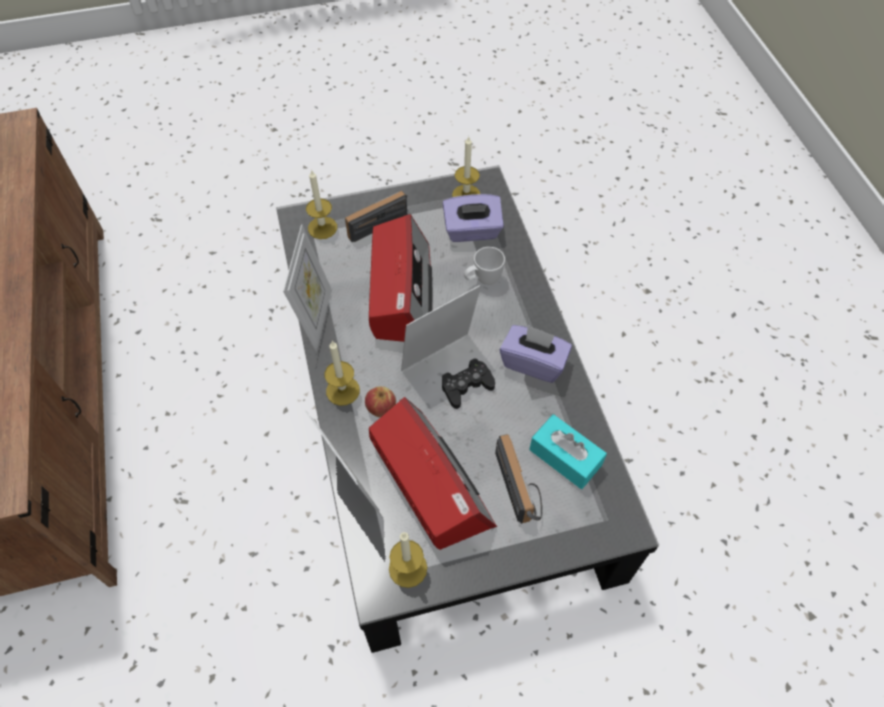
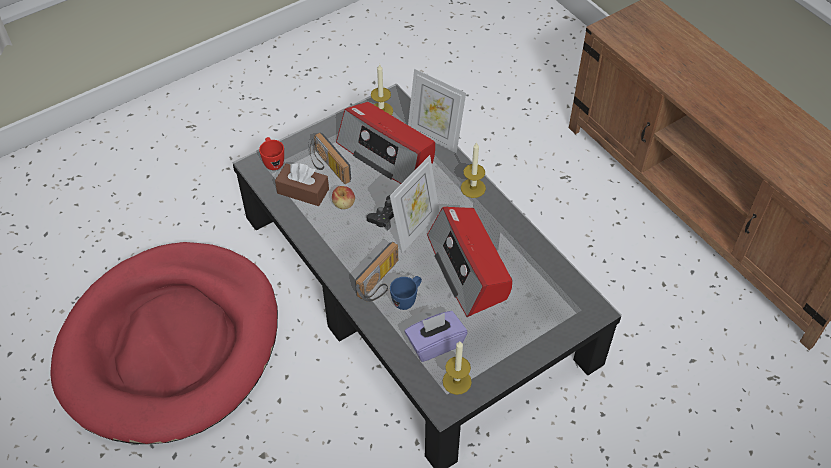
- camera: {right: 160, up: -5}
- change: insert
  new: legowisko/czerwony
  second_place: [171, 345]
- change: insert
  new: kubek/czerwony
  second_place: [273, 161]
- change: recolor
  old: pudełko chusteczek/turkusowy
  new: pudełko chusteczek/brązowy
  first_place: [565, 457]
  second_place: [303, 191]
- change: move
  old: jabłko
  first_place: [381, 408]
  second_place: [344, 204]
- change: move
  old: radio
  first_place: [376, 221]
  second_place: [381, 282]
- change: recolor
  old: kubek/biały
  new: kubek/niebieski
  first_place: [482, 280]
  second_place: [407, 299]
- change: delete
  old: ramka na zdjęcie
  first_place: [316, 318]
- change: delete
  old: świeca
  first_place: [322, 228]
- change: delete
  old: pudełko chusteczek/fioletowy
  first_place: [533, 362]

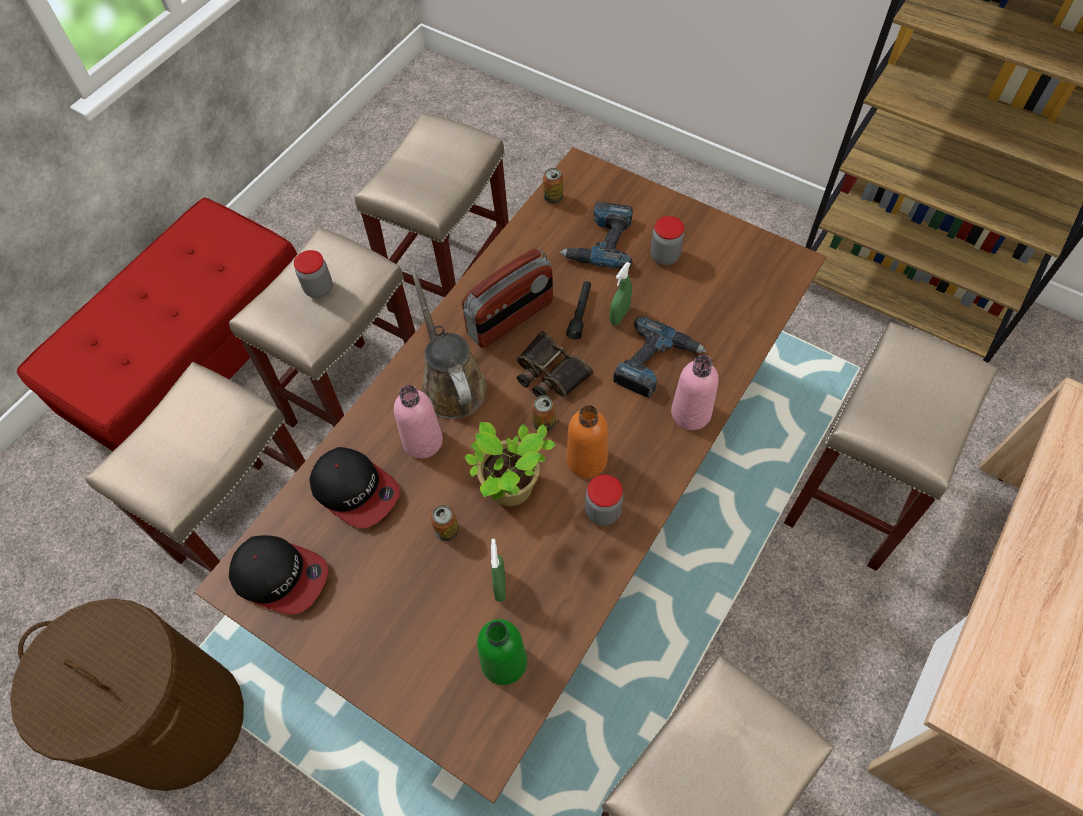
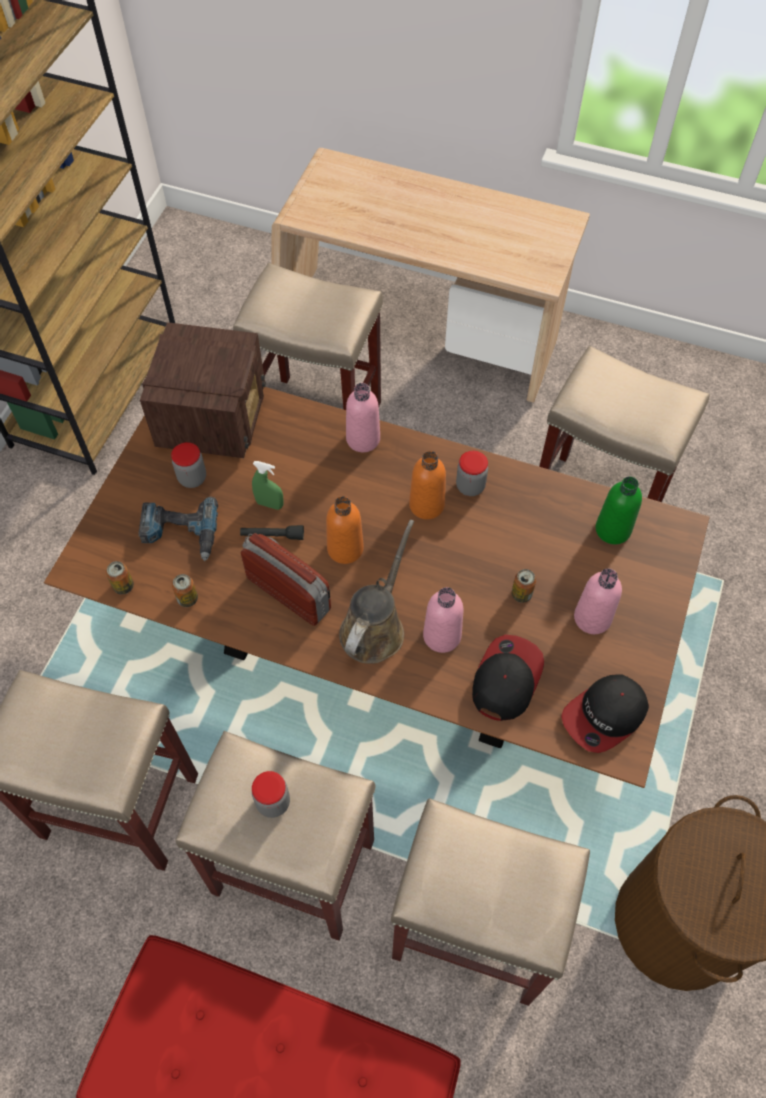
- camera: {right: -105, up: 0}
- change: insert
  new: radio
  second_place: [213, 416]
- change: move
  old: puszka
  first_place: [544, 423]
  second_place: [187, 599]
- change: replace
  old: lornetka
  new: butelka/pomarańczowy
  first_place: [549, 373]
  second_place: [345, 549]
- change: rotate
  old: konewka/brązowy
  first_place: [451, 384]
  second_place: [375, 627]
  degrees: 150
- change: rotate
  old: czapka z daszkiem
  first_place: [280, 576]
  second_place: [604, 715]
  degrees: -135
- change: insert
  new: butelka/różowy
  second_place: [592, 618]
- change: delete
  old: roślina doniczkowa
  first_place: [511, 490]
- change: delete
  old: spryskiwacz/zielony
  first_place: [500, 585]
- change: delete
  old: wiertarka
  first_place: [655, 364]

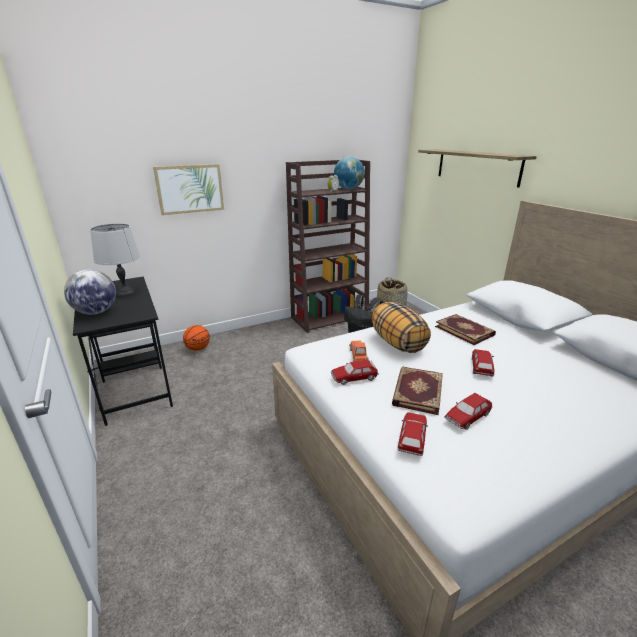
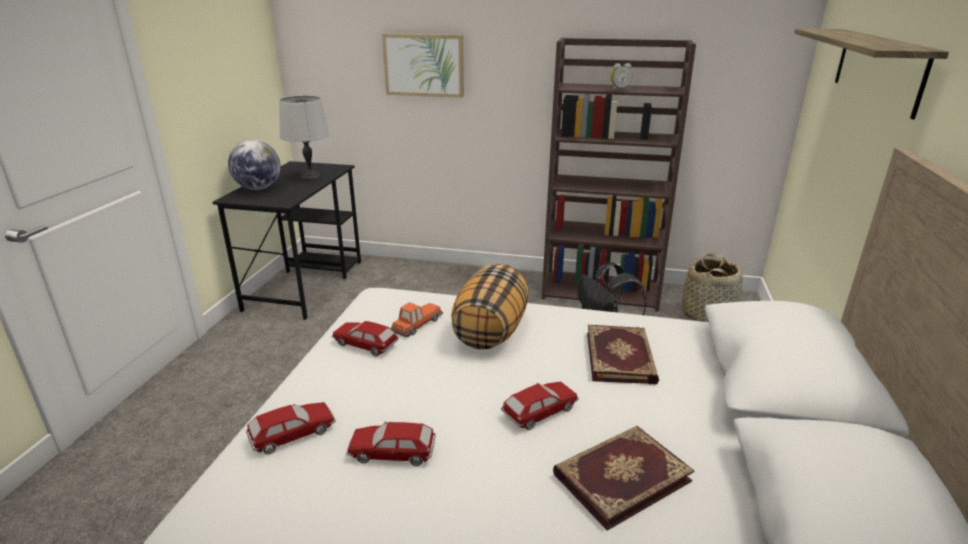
- camera: {right: 40, up: 0}
- change: move
  old: książka
  first_place: [416, 391]
  second_place: [620, 476]
- change: delete
  old: piłka do koszykówki
  first_place: [198, 348]
- change: delete
  old: globus
  first_place: [348, 189]

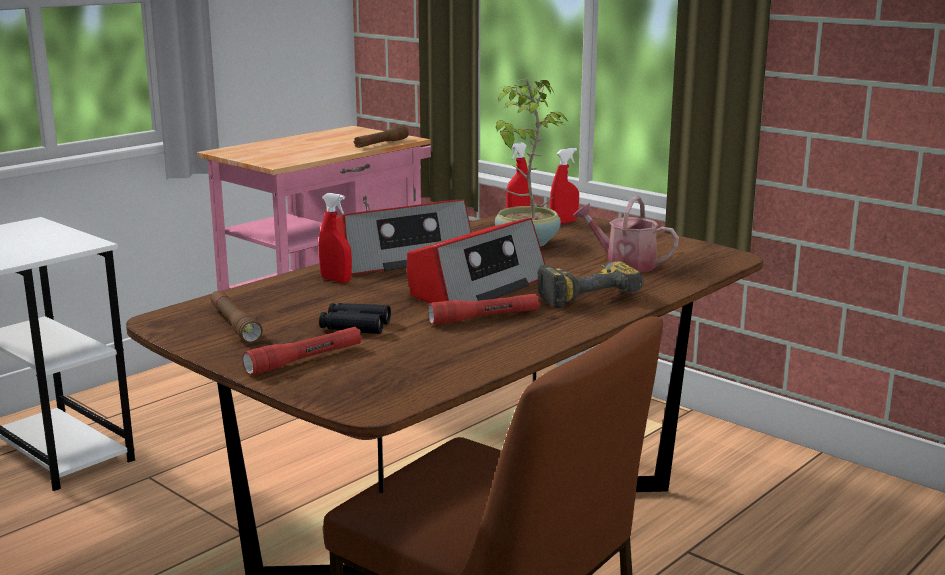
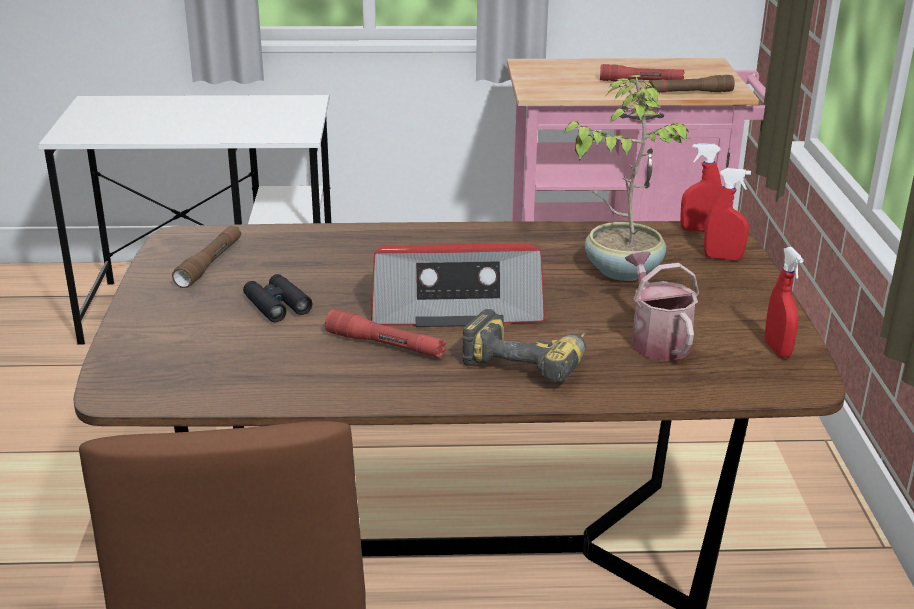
- camera: {right: 45, up: 10}
- change: move
  old: latarka/czerwony
  first_place: [305, 360]
  second_place: [641, 82]
- change: move
  old: spryskiwacz/czerwony
  first_place: [336, 280]
  second_place: [777, 349]
- change: delete
  old: radio
  first_place: [402, 258]

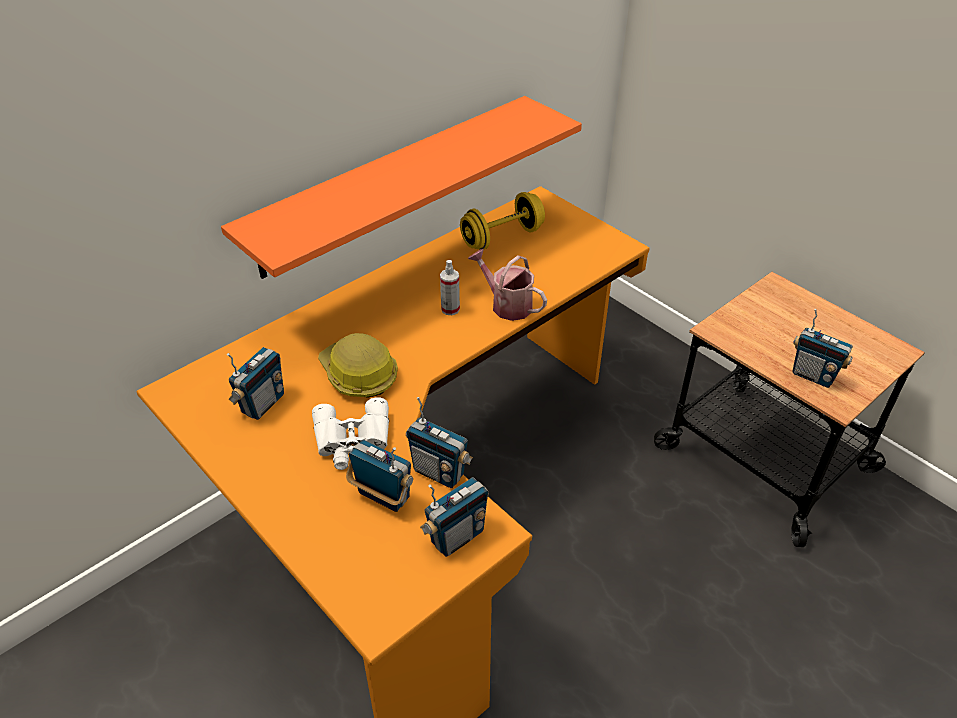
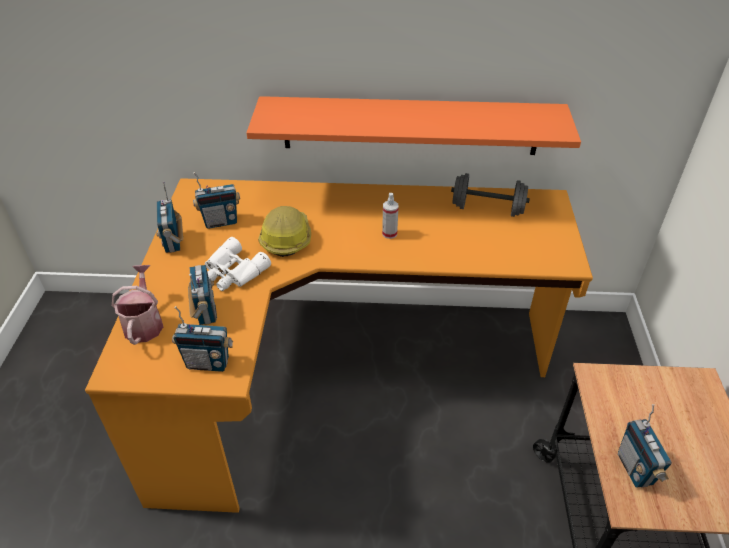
- camera: {right: 45, up: 0}
- change: move
  old: konewka
  first_place: [507, 304]
  second_place: [144, 323]
- change: move
  old: radio
  first_place: [439, 472]
  second_place: [173, 242]
- change: recolor
  old: hantel/żółty
  new: hantel/szary
  first_place: [502, 237]
  second_place: [487, 209]

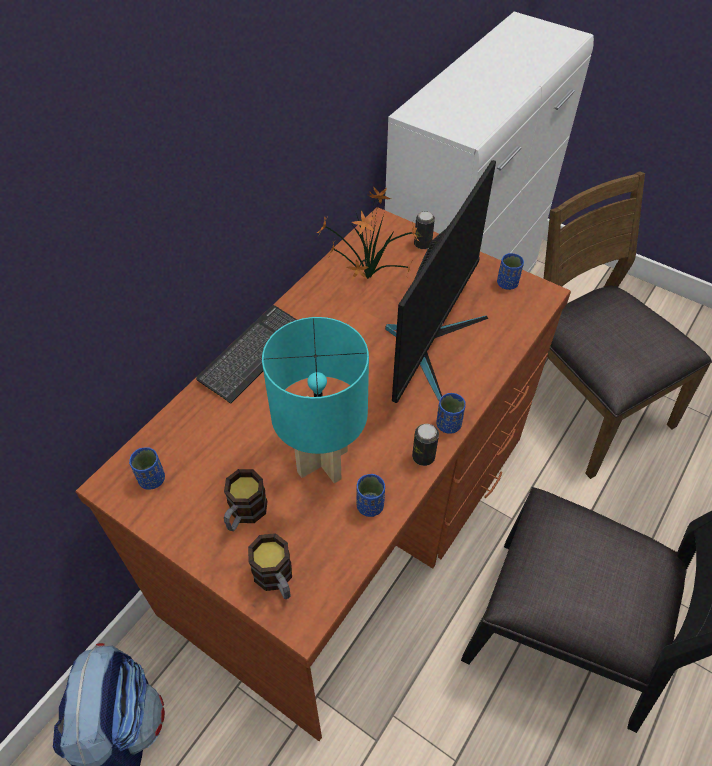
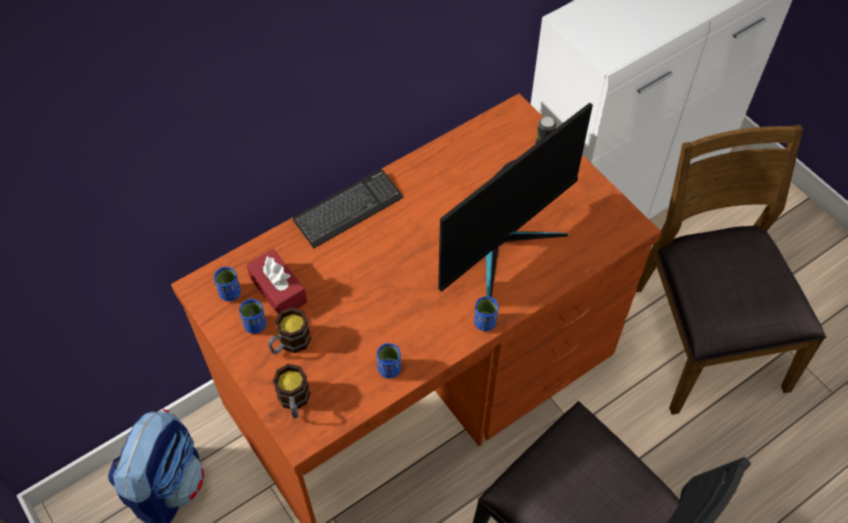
- camera: {right: 20, up: 5}
- change: move
  old: filiżanka/niebieski
  first_place: [507, 284]
  second_place: [255, 325]
- change: insert
  new: pudełko chusteczek/czerwony
  second_place: [278, 290]
- change: delete
  old: lampa stołowa/turkusowy
  first_place: [323, 462]
- change: delete
  old: roślina doniczkowa
  first_place: [365, 278]
- change: delete
  old: puszka
  first_place: [423, 457]

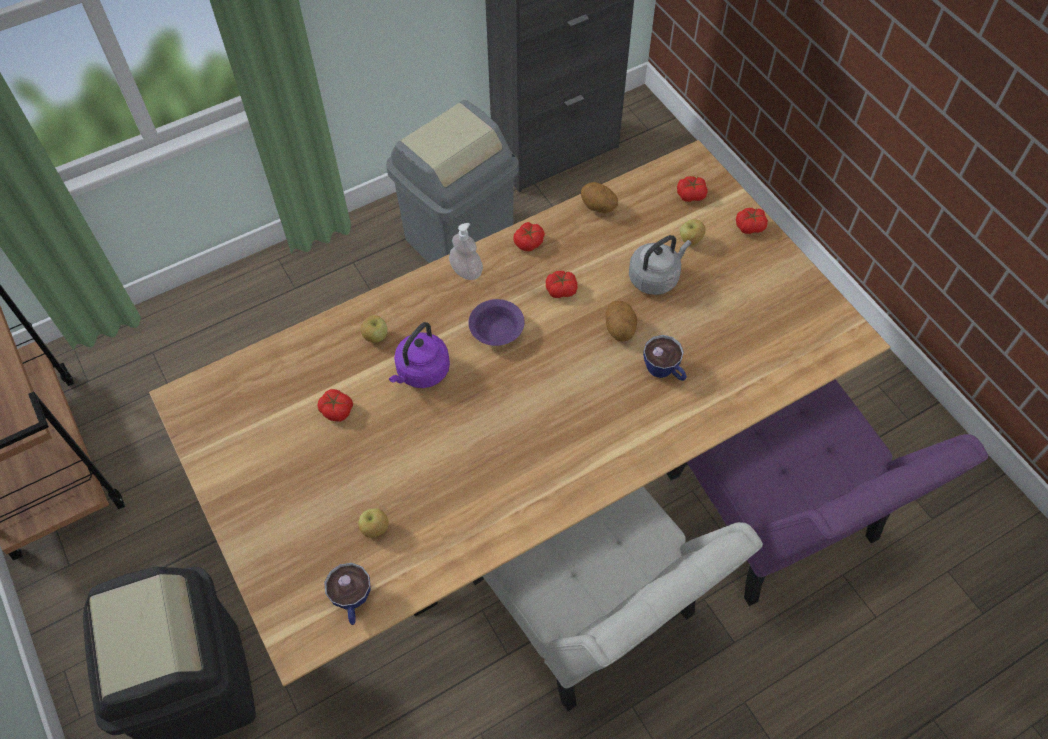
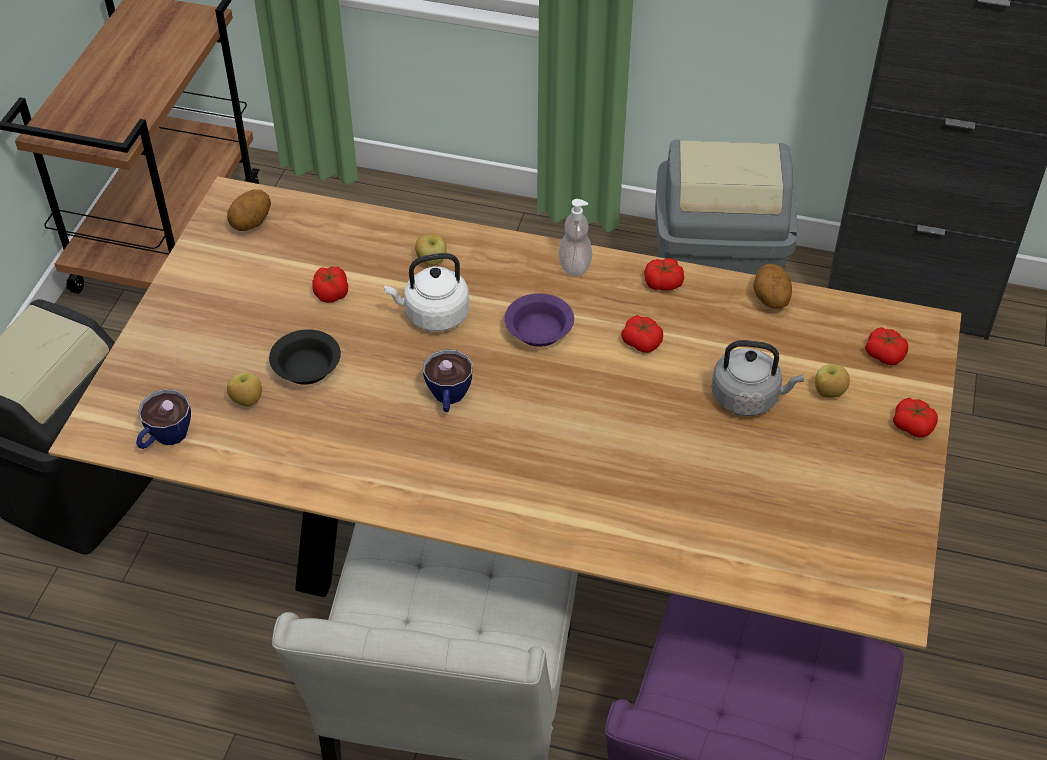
- camera: {right: 45, up: -10}
- change: move
  old: ziemniak
  first_place: [620, 329]
  second_place: [252, 223]
- change: insert
  new: miska/czarny
  second_place: [305, 369]
- change: recolor
  old: czajnik/fioletowy
  new: czajnik/biały
  first_place: [421, 372]
  second_place: [433, 315]
- change: move
  old: filiżanka
  first_place: [664, 371]
  second_place: [448, 399]

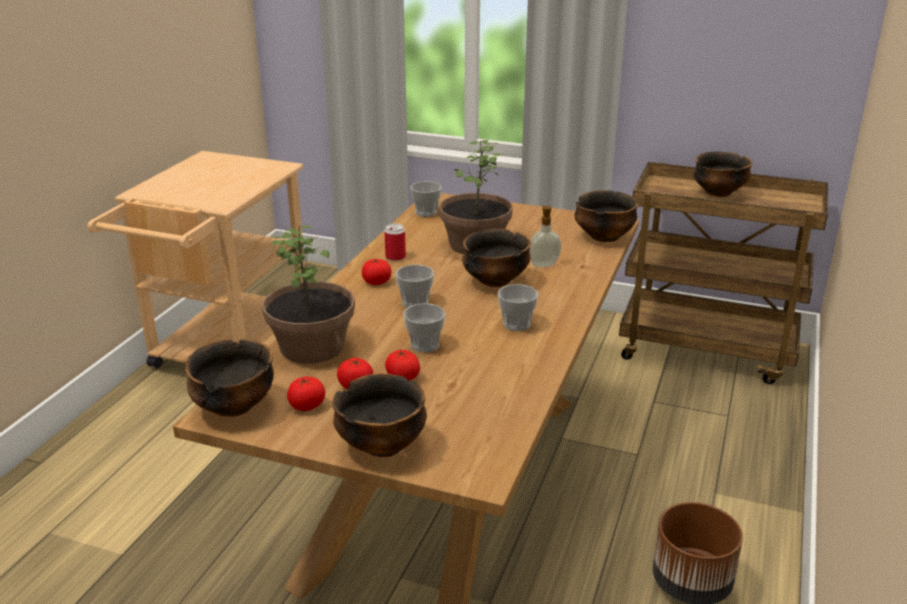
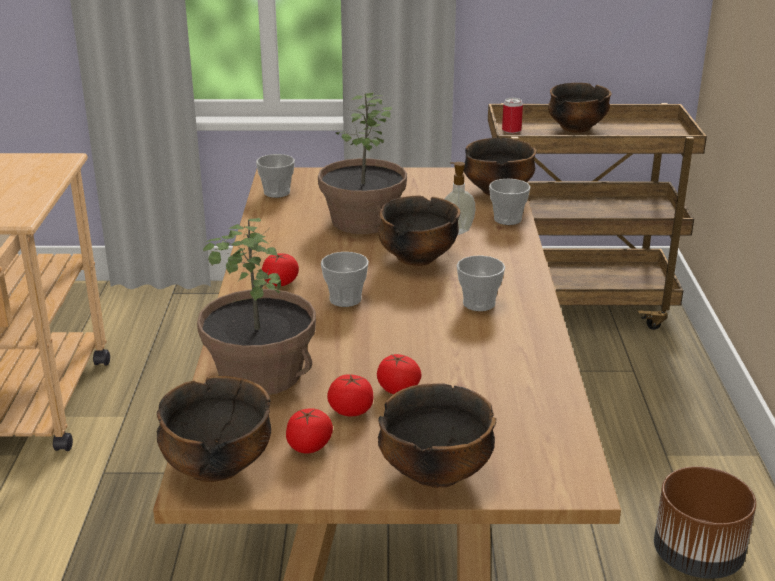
- camera: {right: -20, up: 0}
- change: move
  old: filiżanka
  first_place: [424, 345]
  second_place: [507, 219]
- change: move
  old: puszka
  first_place: [395, 257]
  second_place: [511, 130]

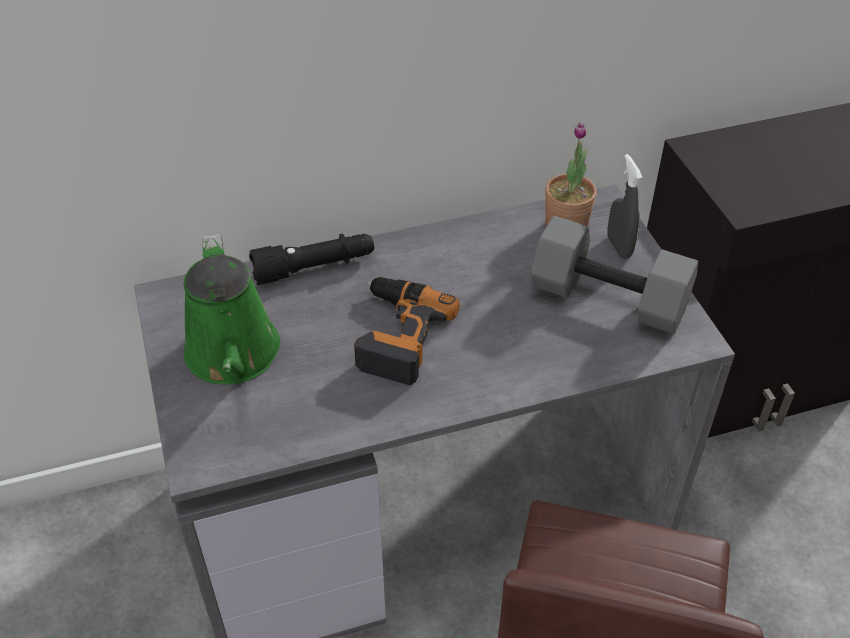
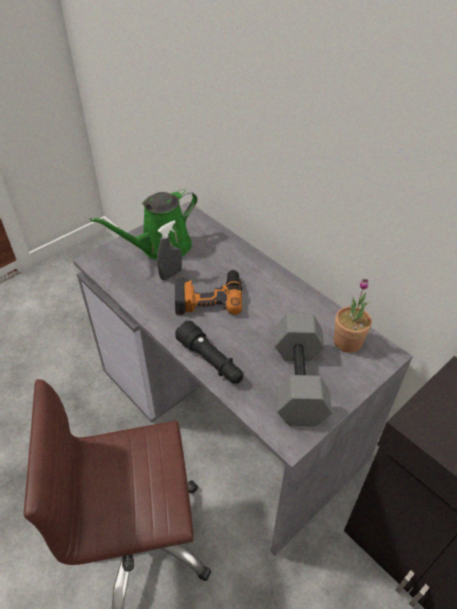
- camera: {right: 65, up: 0}
- change: move
  old: spryskiwacz/szary
  first_place: [619, 247]
  second_place: [171, 275]
- change: move
  old: latarka/czarny
  first_place: [314, 268]
  second_place: [210, 361]

